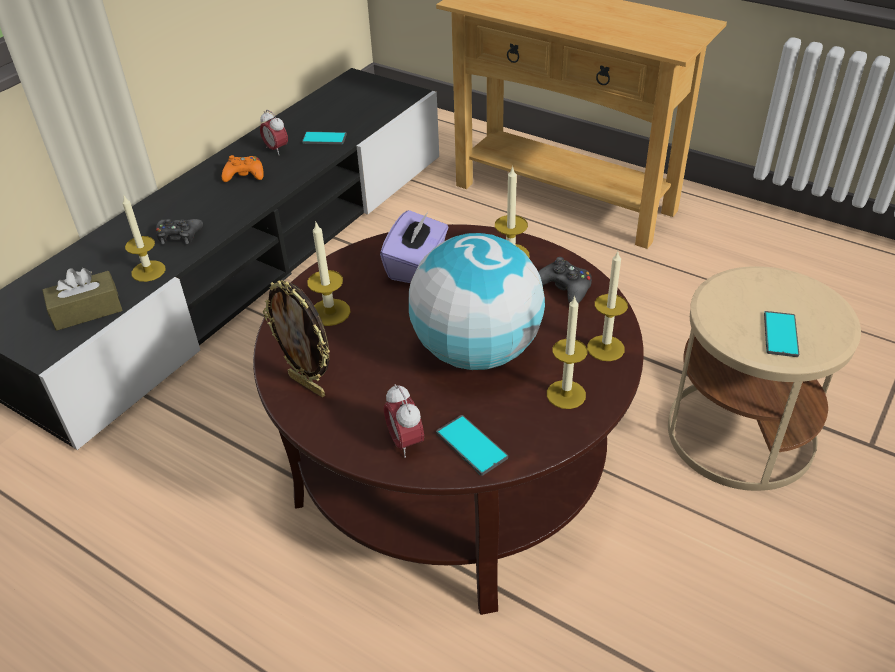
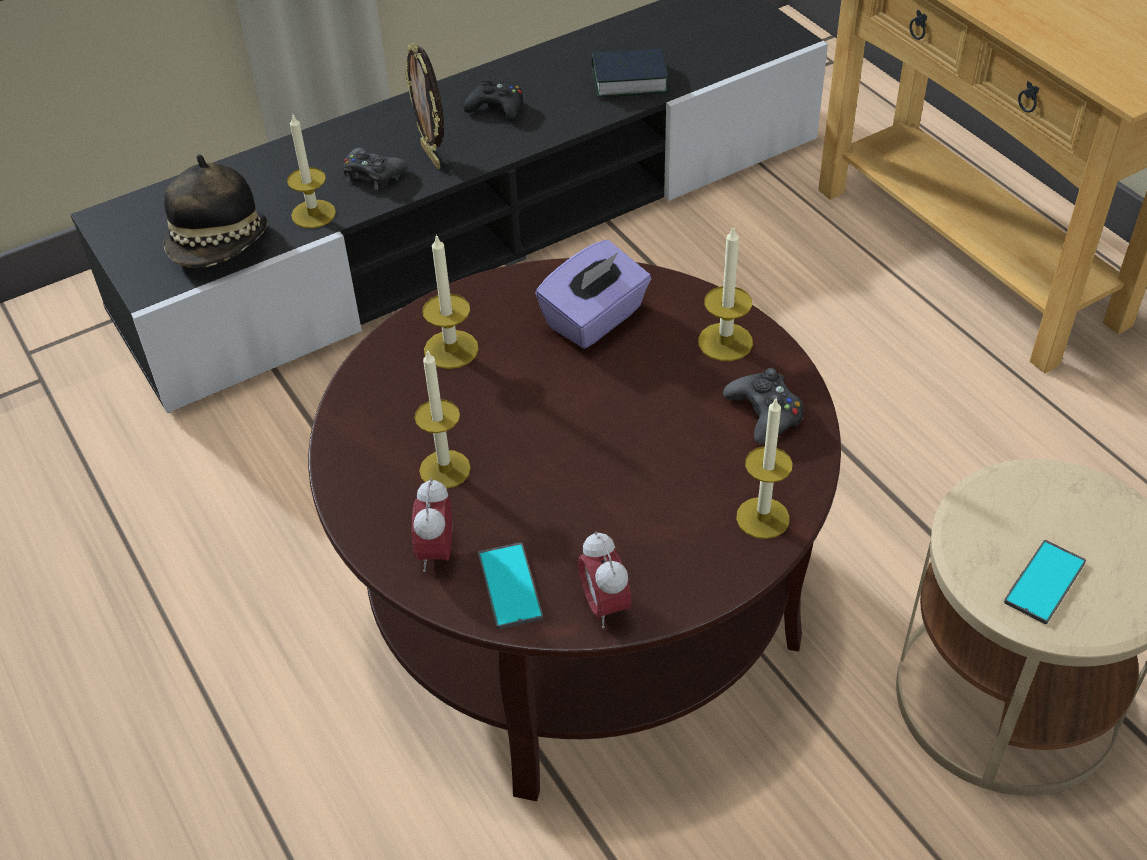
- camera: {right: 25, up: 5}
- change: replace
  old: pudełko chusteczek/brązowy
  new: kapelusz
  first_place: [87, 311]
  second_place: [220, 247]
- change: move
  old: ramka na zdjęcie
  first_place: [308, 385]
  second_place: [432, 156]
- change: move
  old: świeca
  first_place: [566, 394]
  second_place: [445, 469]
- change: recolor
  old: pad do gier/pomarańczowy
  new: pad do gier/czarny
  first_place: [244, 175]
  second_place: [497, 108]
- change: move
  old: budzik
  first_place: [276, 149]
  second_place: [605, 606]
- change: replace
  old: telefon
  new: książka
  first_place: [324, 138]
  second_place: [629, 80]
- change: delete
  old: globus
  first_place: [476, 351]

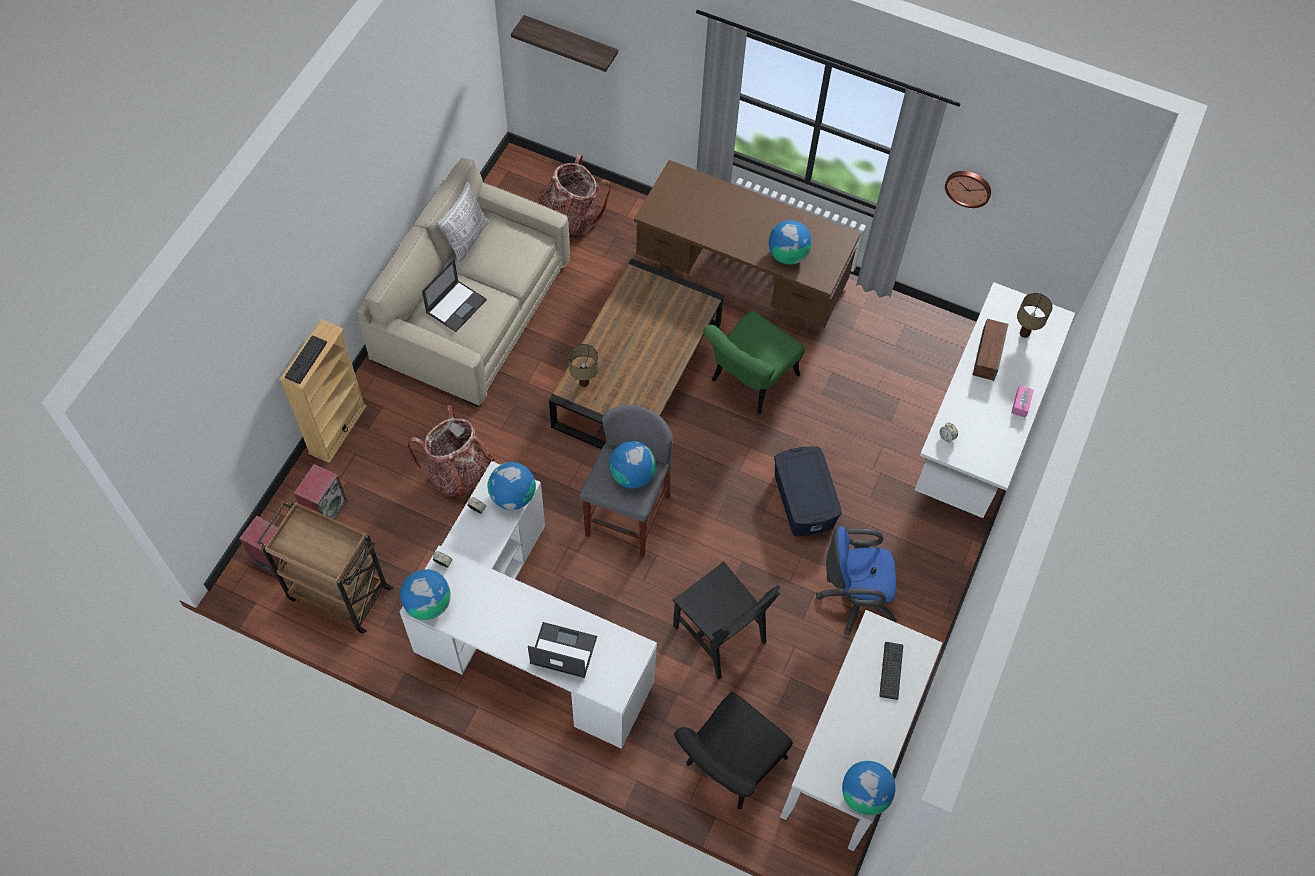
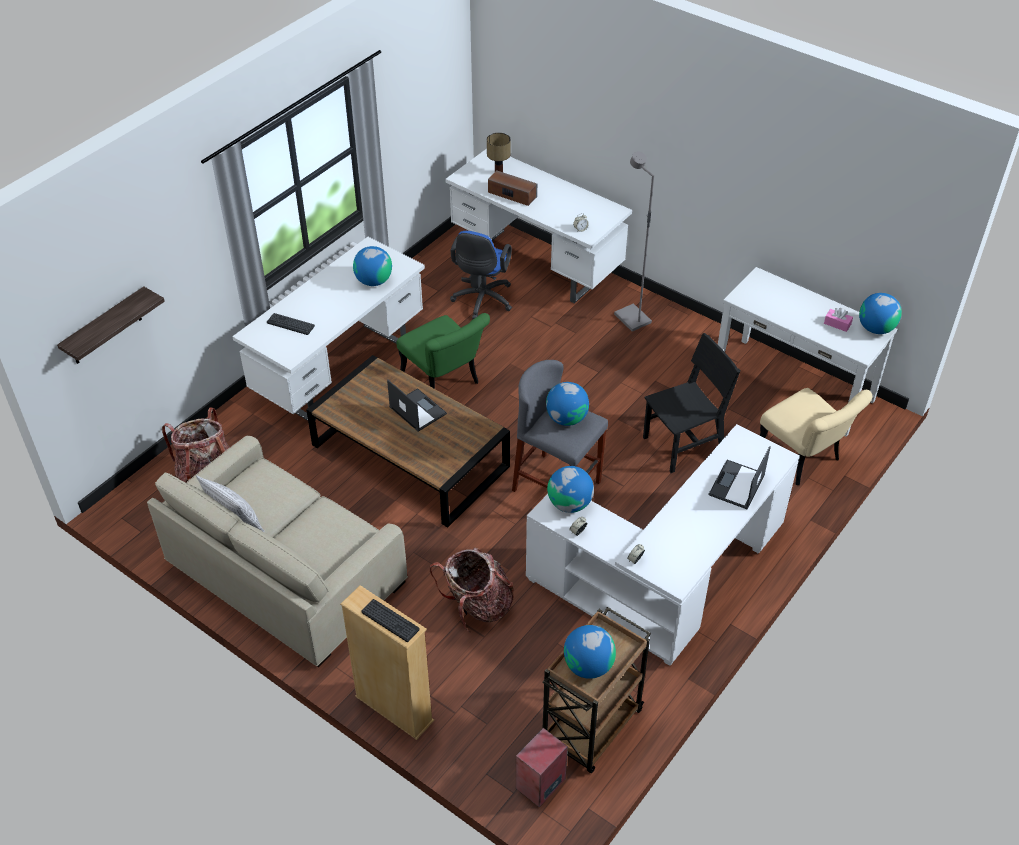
- camera: {right: -75, up: -15}
- change: recolor
  old: biurko/brązowy
  new: biurko/biały
  first_place: [740, 286]
  second_place: [340, 370]
- change: move
  old: klawiatura
  first_place: [891, 670]
  second_place: [290, 324]
- change: move
  old: laptop
  first_place: [456, 305]
  second_place: [417, 410]
- change: move
  old: krzesło biurowe/niebieski
  first_place: [853, 598]
  second_place: [482, 301]
- change: move
  old: globus
  first_place: [428, 604]
  second_place: [588, 666]
- change: insert
  new: lampa stojąca/szary
  second_place: [631, 319]
- change: recolor
  old: krzesło/czarny
  new: krzesło/beżowy
  first_place: [728, 768]
  second_place: [803, 460]
- change: move
  old: pudełko chusteczek/różowy
  first_place: [1020, 404]
  second_place: [837, 324]
- change: delete
  old: głośnik
  first_place: [326, 509]
- change: delete
  old: lampa stołowa
  first_place: [584, 382]
- change: delete
  old: pojemnik do przechowywania/niebieski
  first_place: [804, 500]
- change: delete
  old: zegar ścienny
  first_place: [968, 187]

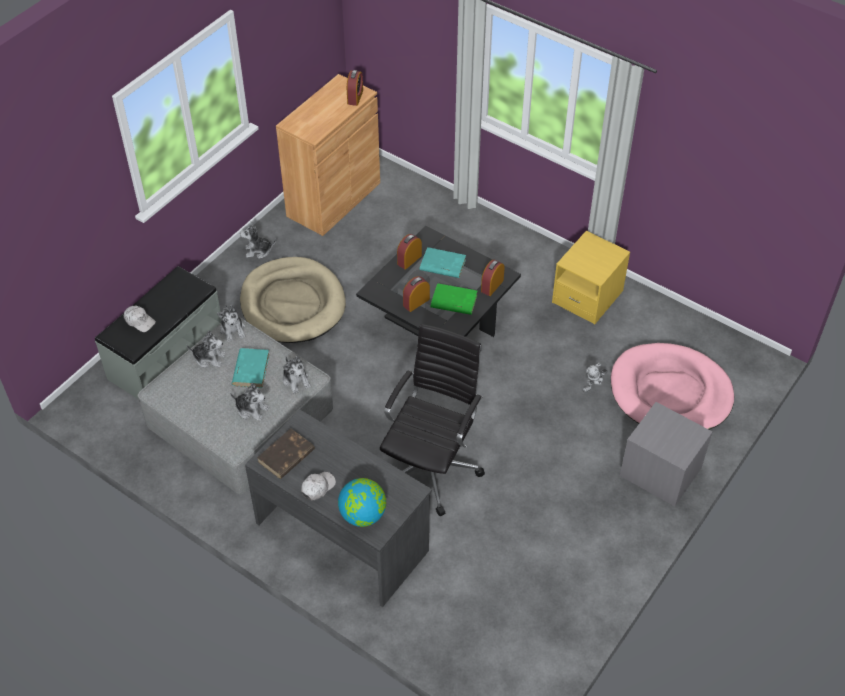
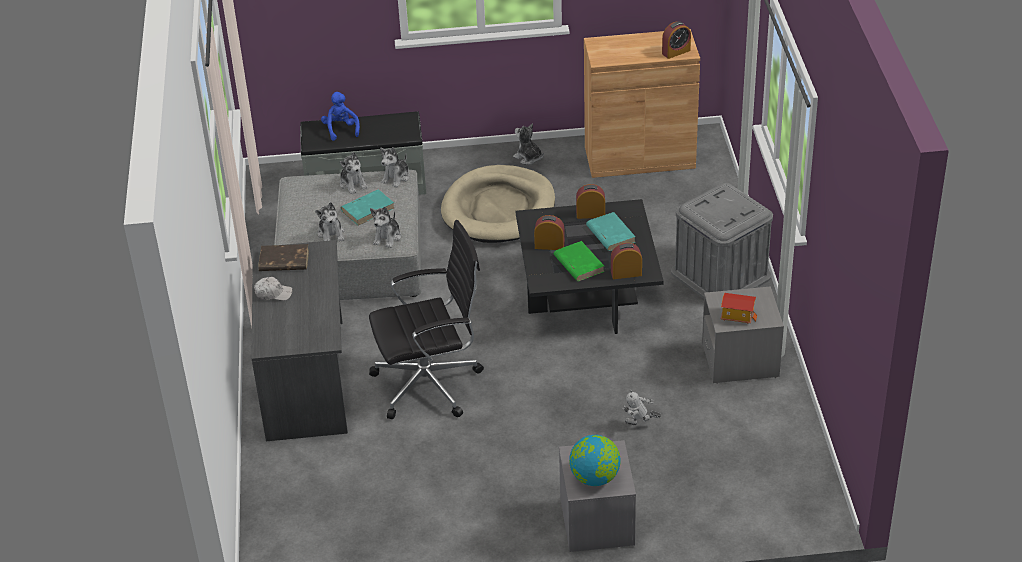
- camera: {right: 50, up: -10}
- change: replace
  old: czapka z daszkiem/biały
  new: pluszak/niebieski
  first_place: [139, 321]
  second_place: [341, 129]
- change: move
  old: globus
  first_place: [363, 515]
  second_place: [595, 478]
- change: insert
  new: pojemnik do przechowywania/szary
  second_place: [721, 274]
- change: recolor
  old: szafka nocna/żółty
  new: szafka nocna/szary
  first_place: [587, 297]
  second_place: [740, 360]
- change: insert
  new: domek
  second_place: [737, 316]
- change: delete
  old: legowisko/różowy
  first_place: [670, 393]

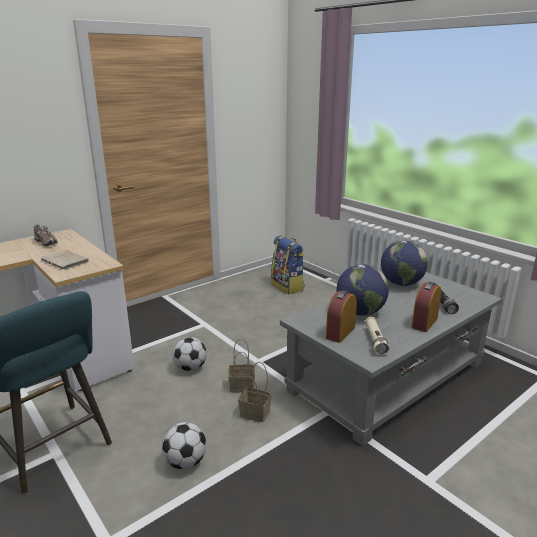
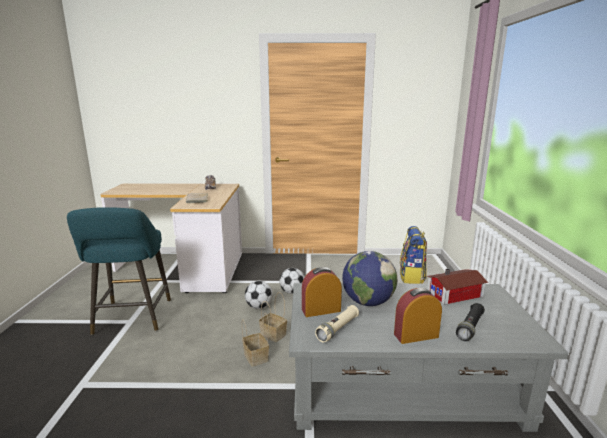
- camera: {right: 40, up: -5}
- change: move
  old: piłka futbolowa
  first_place: [185, 462]
  second_place: [292, 292]
- change: replace
  old: globus
  new: domek
  first_place: [401, 283]
  second_place: [456, 294]

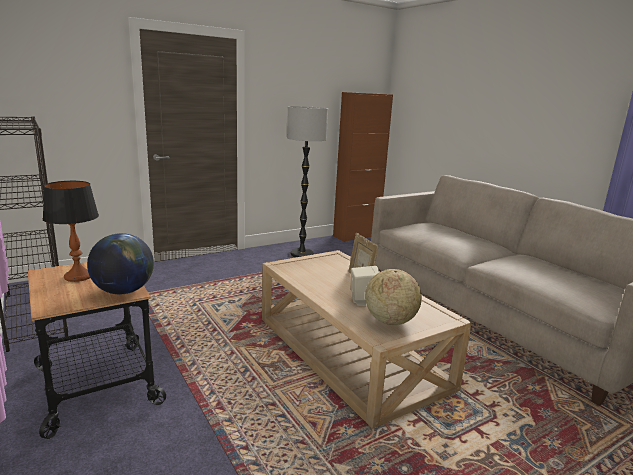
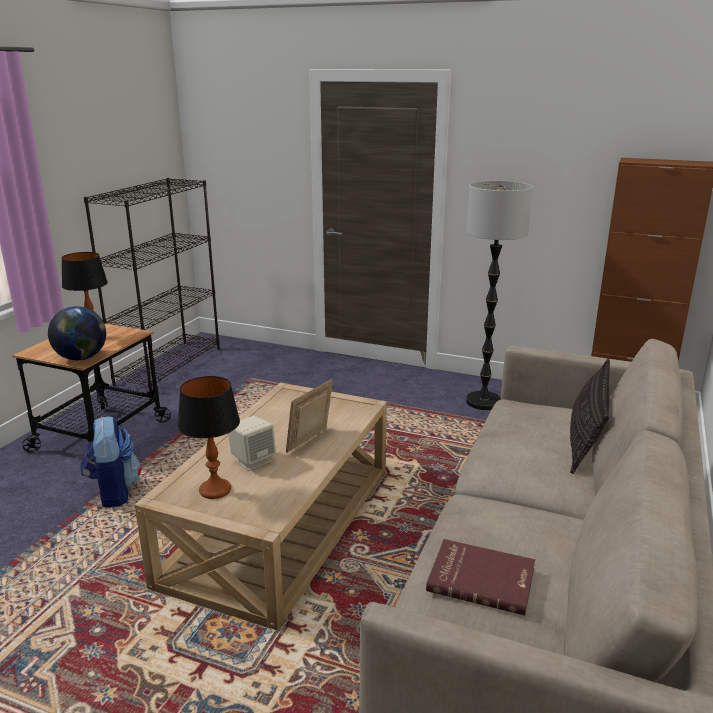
- camera: {right: 55, up: 5}
- change: insert
  new: plecak
  second_place: [114, 492]
- change: replace
  old: globus
  new: lampa stołowa
  first_place: [390, 321]
  second_place: [215, 490]
- change: insert
  new: książka/czerwony
  second_place: [481, 578]
- change: insert
  new: poduszka
  second_place: [585, 440]

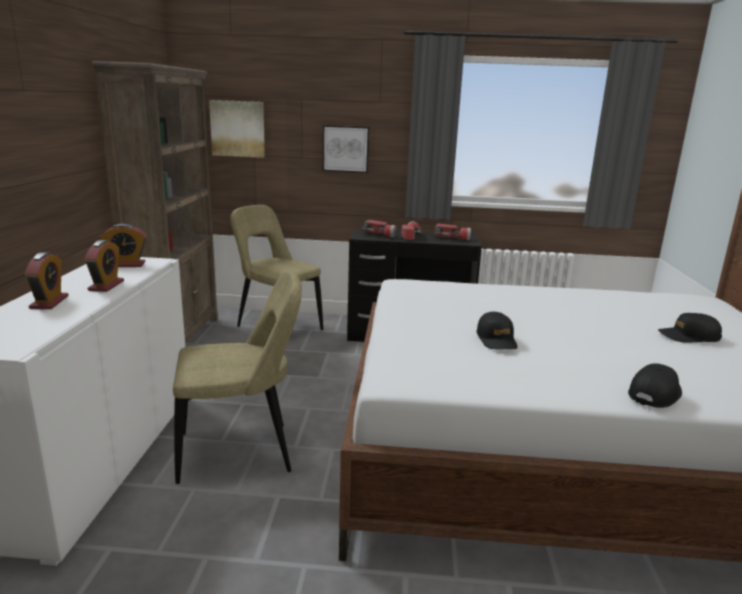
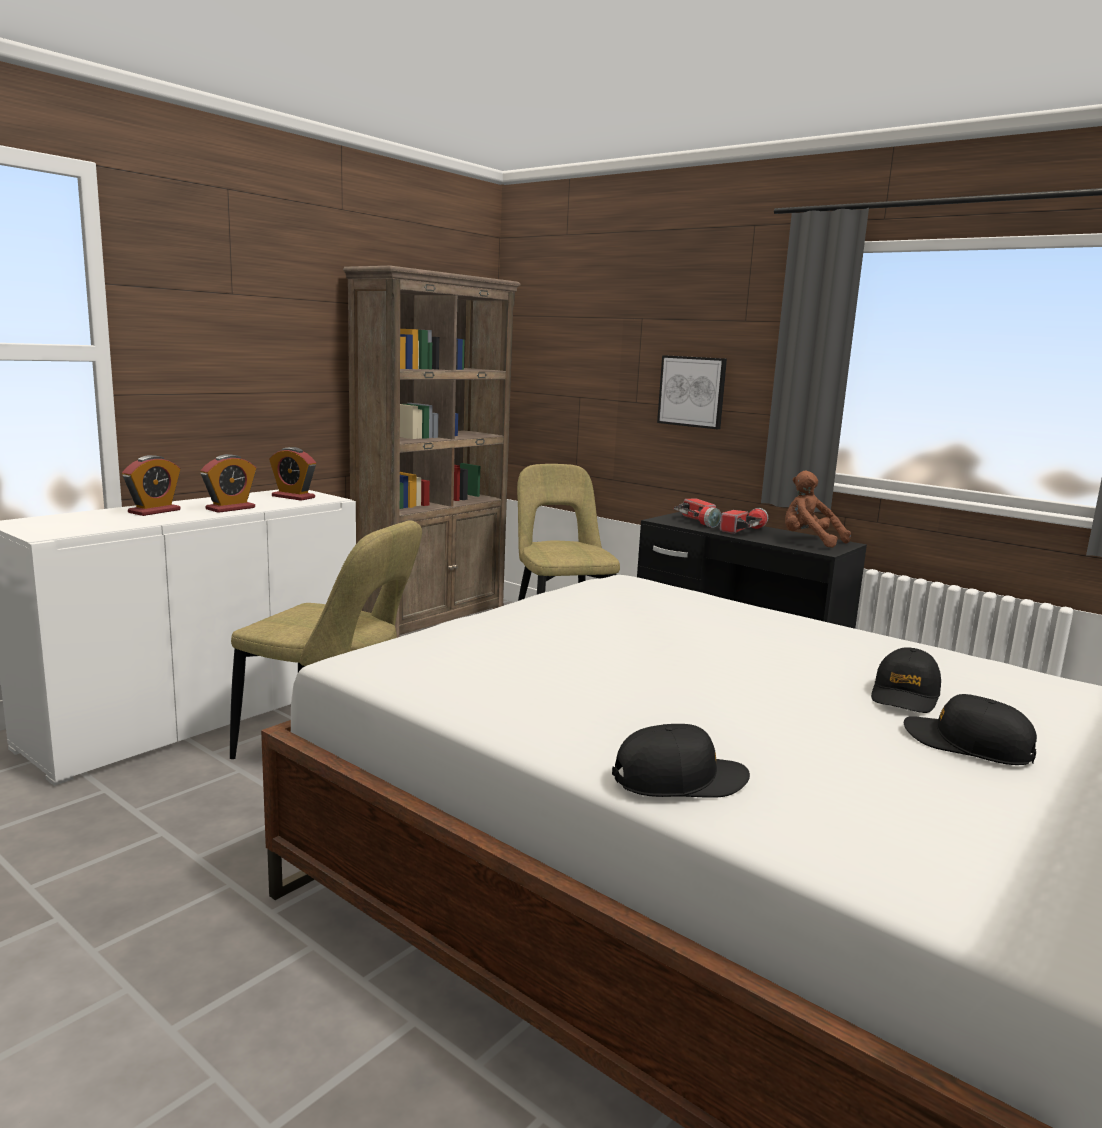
- camera: {right: 35, up: -5}
- change: replace
  old: latarka
  new: pluszak/brązowy
  first_place: [452, 238]
  second_place: [809, 541]
- change: move
  old: czapka z daszkiem/czarny
  first_place: [496, 340]
  second_place: [905, 695]
- change: delete
  old: obraz
  first_place: [238, 128]

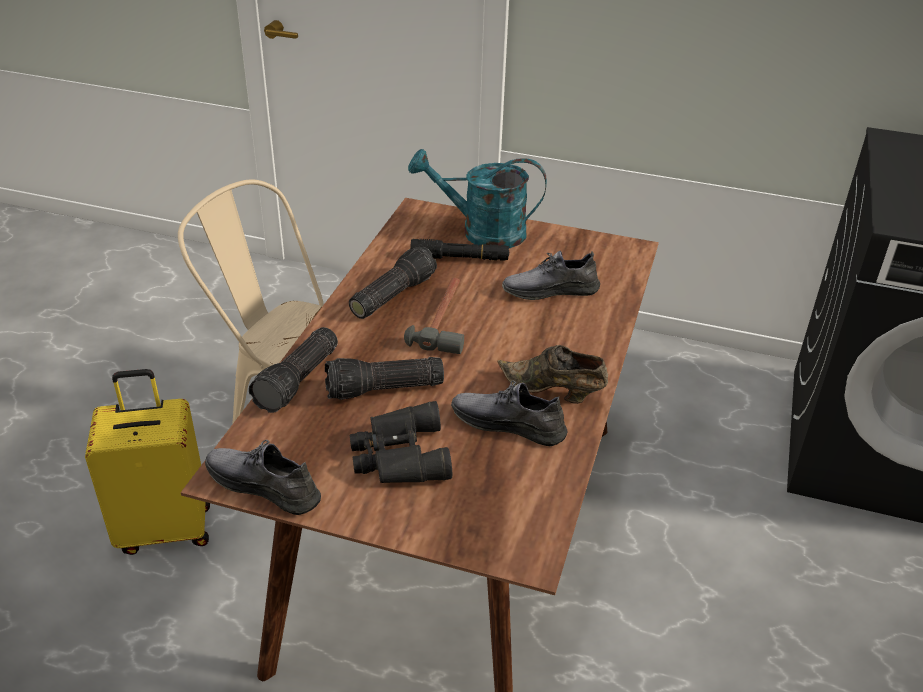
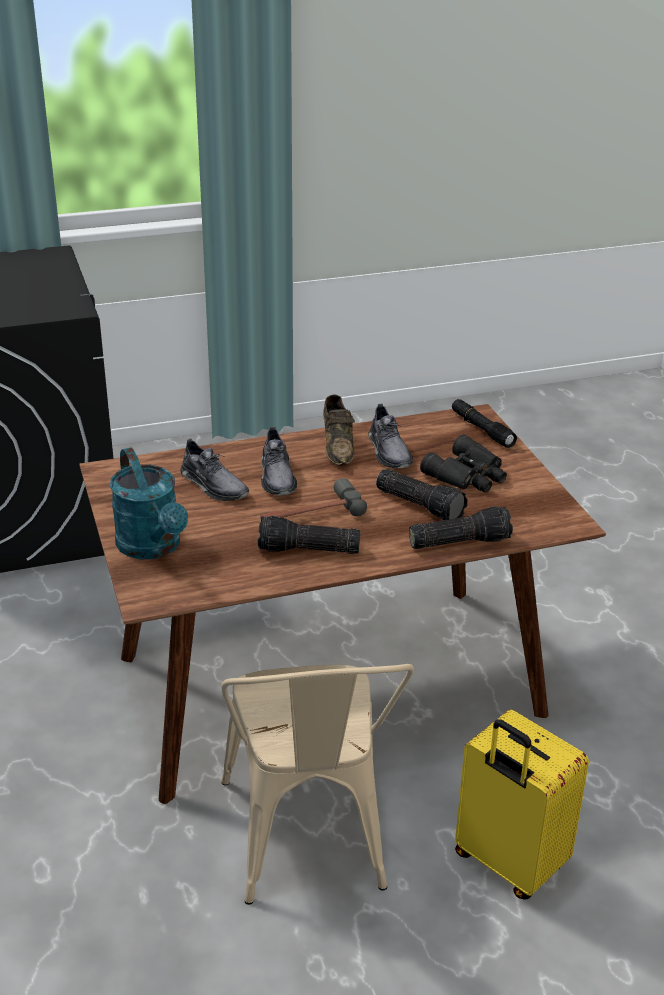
- camera: {right: -125, up: -5}
- change: move
  old: but/szary
  first_place: [264, 485]
  second_place: [277, 477]
- change: move
  old: latarka/czarny
  first_place: [459, 258]
  second_place: [482, 429]

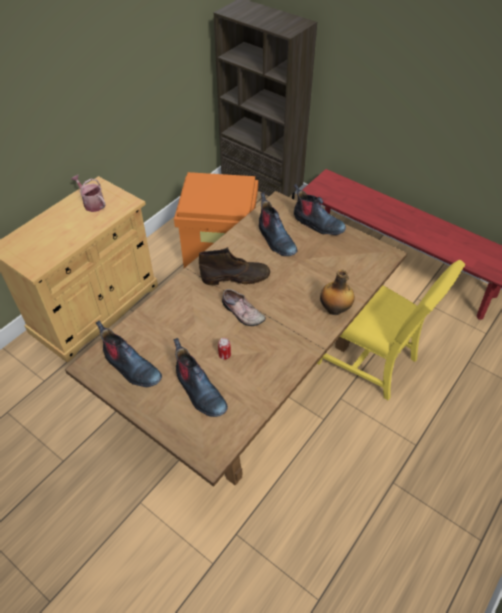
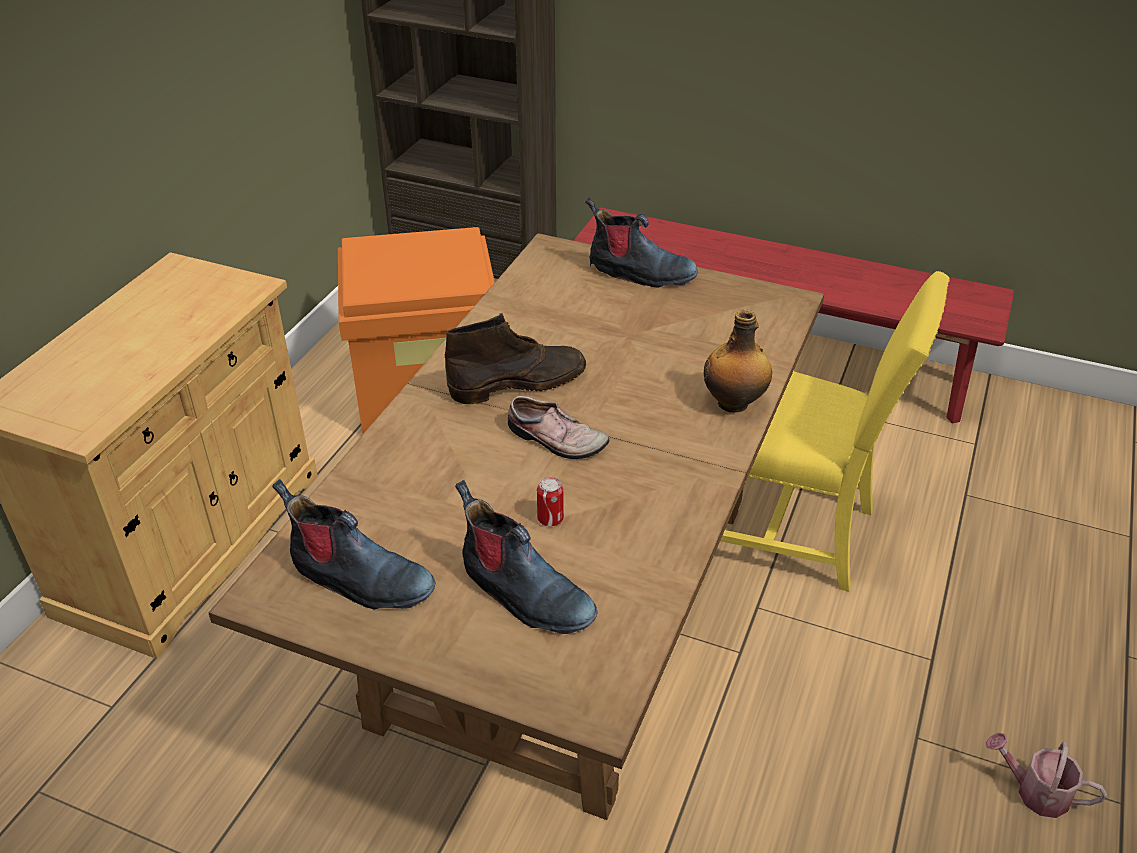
- camera: {right: -15, up: -10}
- change: move
  old: konewka
  first_place: [92, 203]
  second_place: [1035, 792]
- change: delete
  old: but z cholewką
  first_place: [275, 240]

